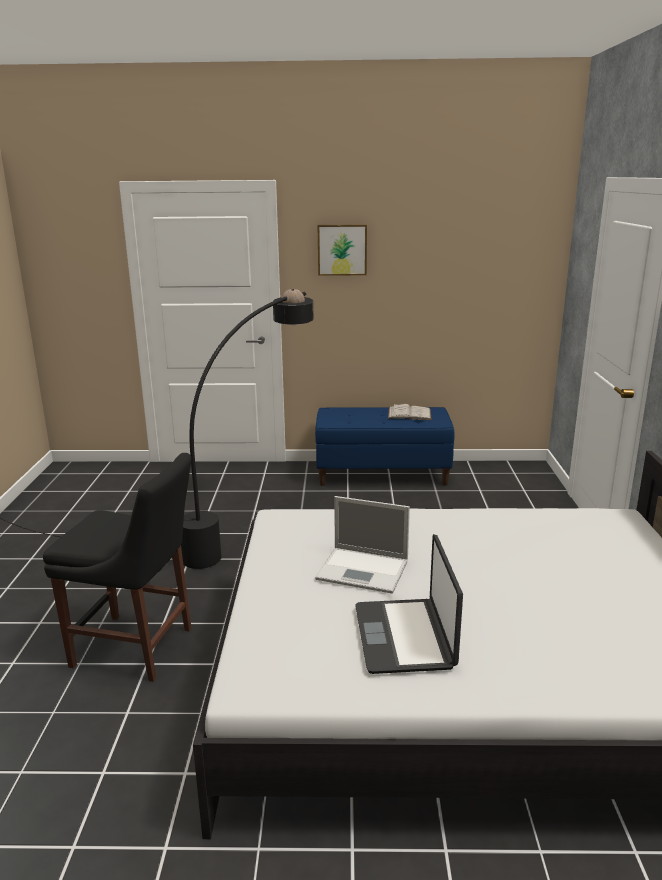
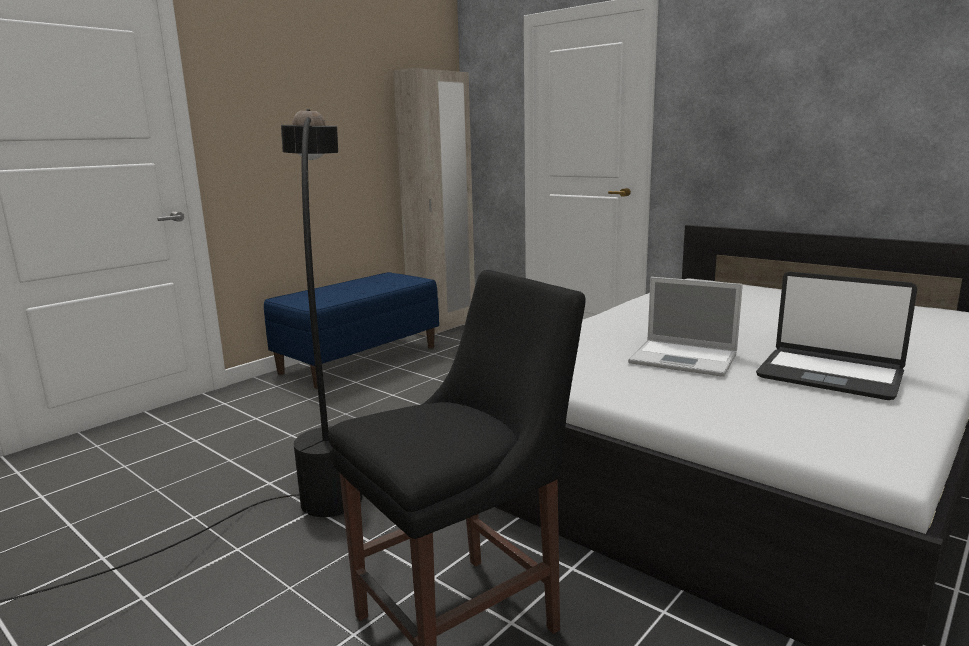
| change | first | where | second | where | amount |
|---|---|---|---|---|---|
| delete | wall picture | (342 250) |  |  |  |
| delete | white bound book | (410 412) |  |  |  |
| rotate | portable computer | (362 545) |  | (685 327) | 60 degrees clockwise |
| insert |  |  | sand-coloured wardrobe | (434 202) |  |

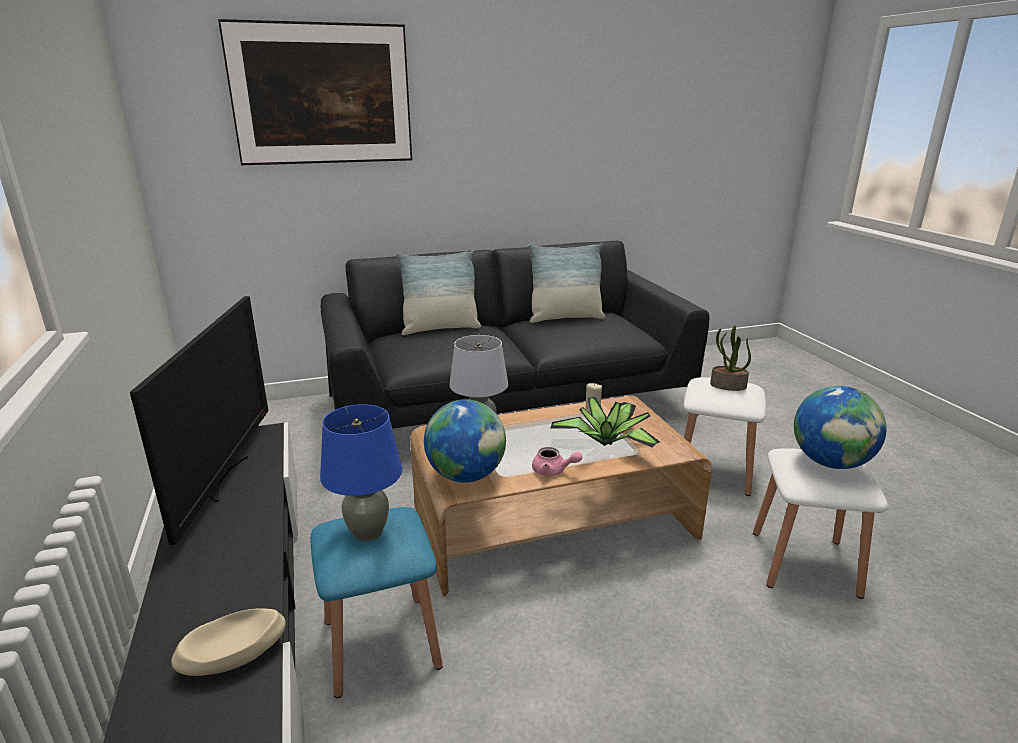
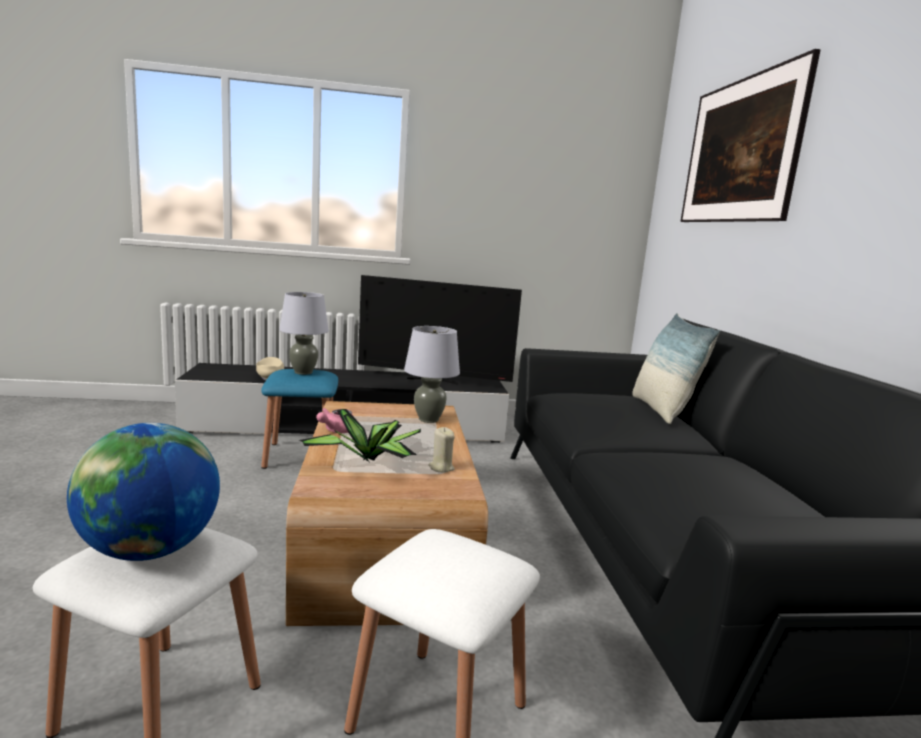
| change | first | where | second | where | amount |
|---|---|---|---|---|---|
| delete | pillow | (566 283) |  |  |  |
| delete | potted plant | (730 358) |  |  |  |
| delete | world globe | (465 441) |  |  |  |
| recolor | blue lamp for a table | (361 473) | grey lamp for a table | (304 333) |  |

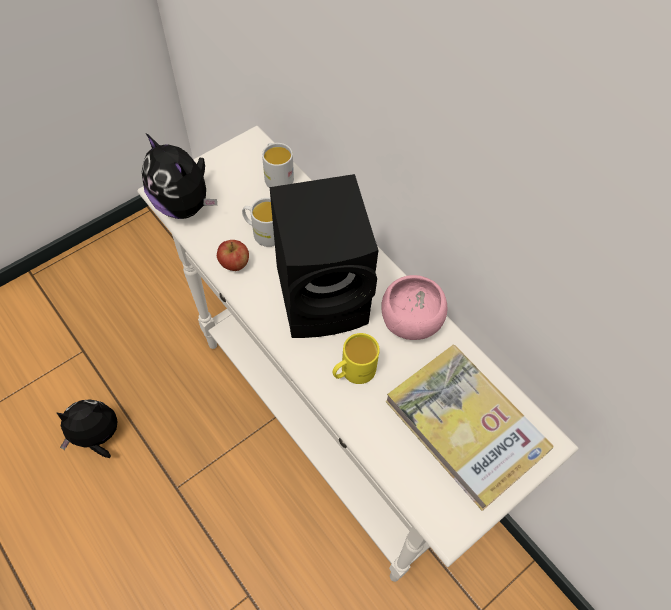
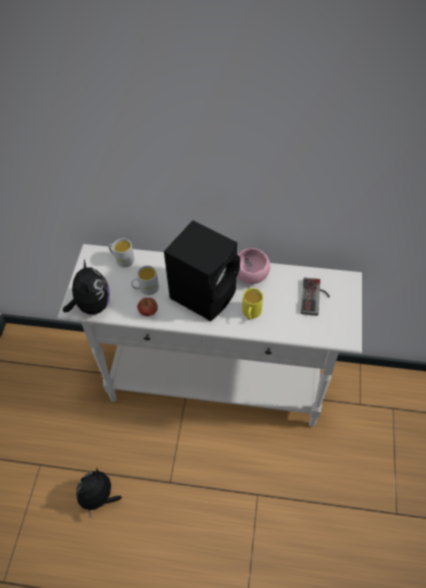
| change | first | where | second | where | amount |
|---|---|---|---|---|---|
| rotate | soft toy | (179 176) |  | (86 286) | 105 degrees counterclockwise |
| replace | bound book | (469 428) | gamepad | (315 297) |  |

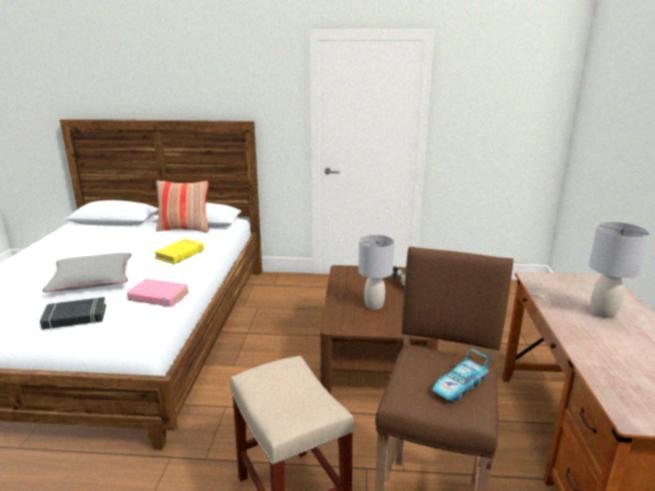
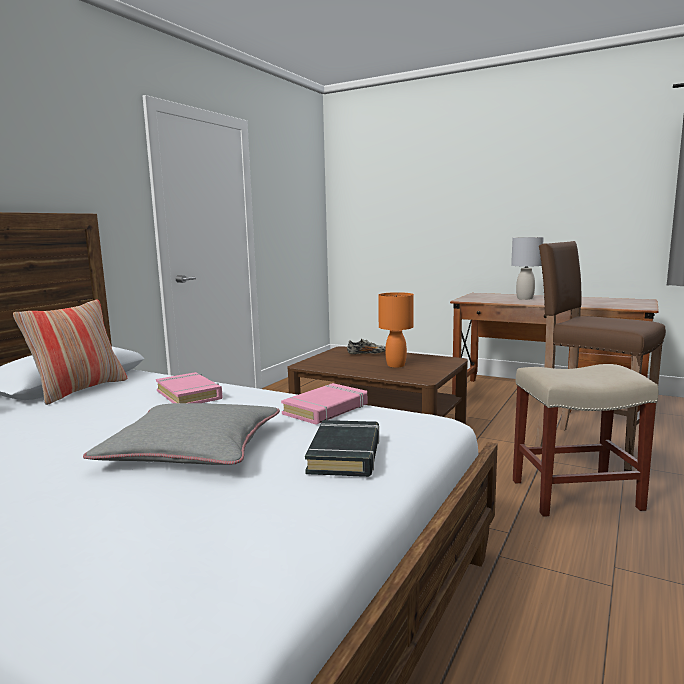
| change | first | where | second | where | amount |
|---|---|---|---|---|---|
| recolor | grey lamp for a table | (376 272) | orange lamp for a table | (396 330) |  |
| recolor | yellow-coloured bound book | (179 251) | pinkish bound book | (189 387) |  |
| delete | miniature car | (460 375) |  |  |  |

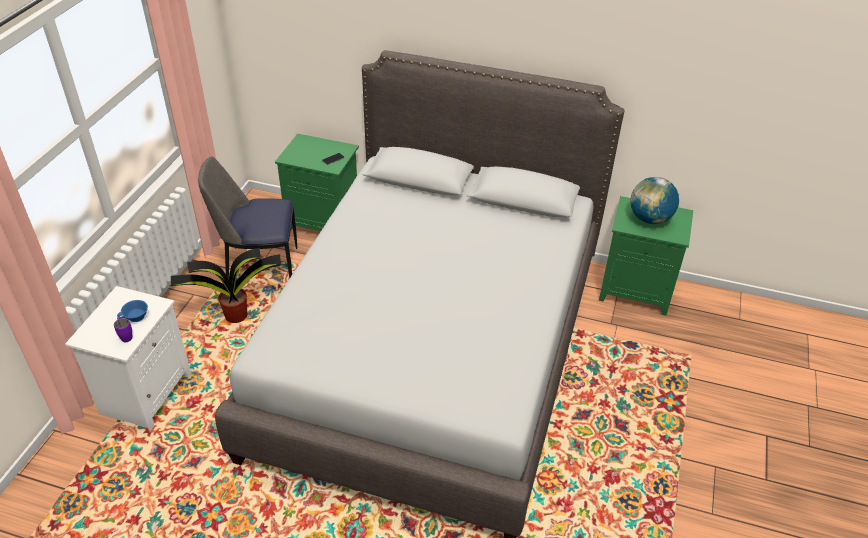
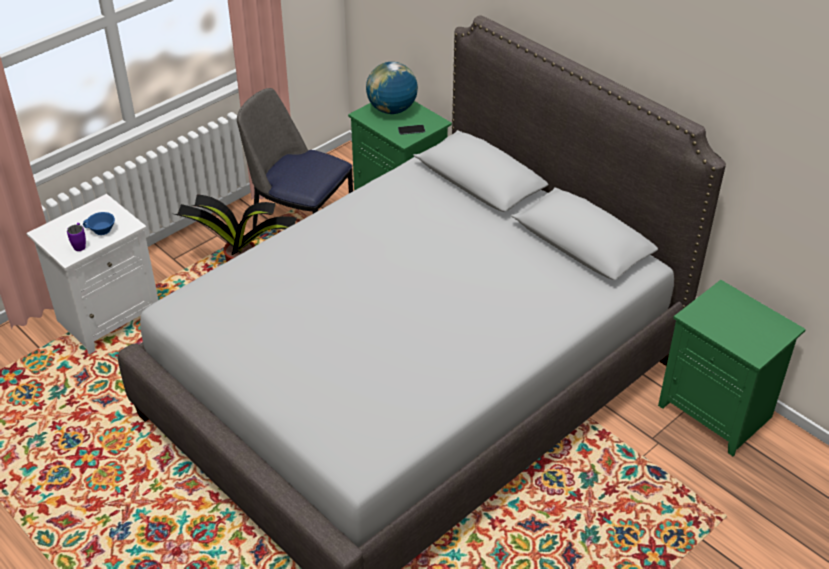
| change | first | where | second | where | amount |
|---|---|---|---|---|---|
| move | world globe | (654 200) |  | (392 88) |  |

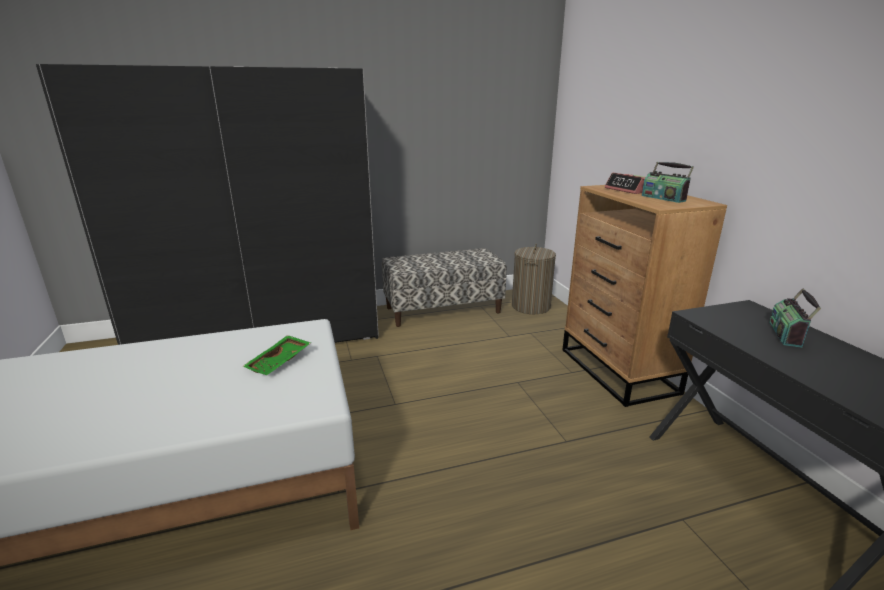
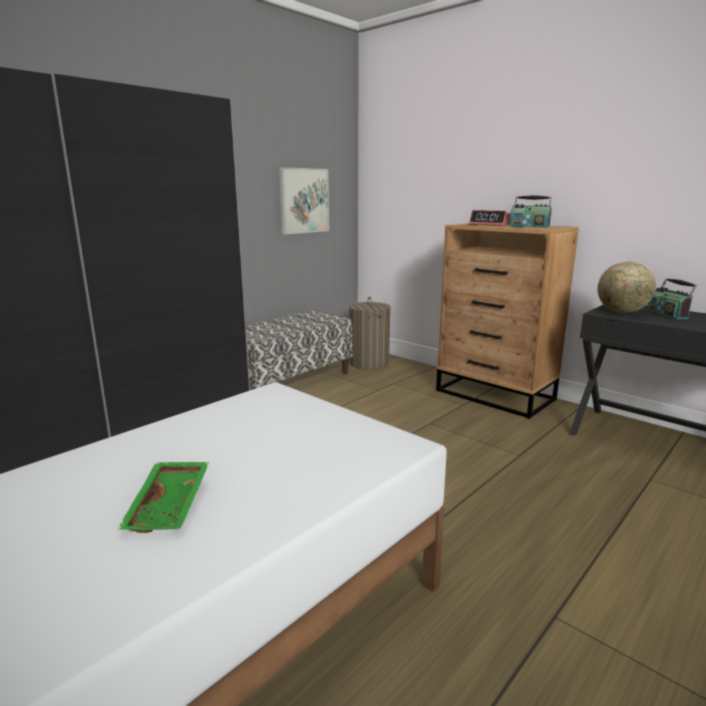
| change | first | where | second | where | amount |
|---|---|---|---|---|---|
| move | greenish tray | (276 355) |  | (163 497) |  |
| insert |  |  | wall picture | (304 201) |  |
| insert |  |  | world globe | (627 287) |  |

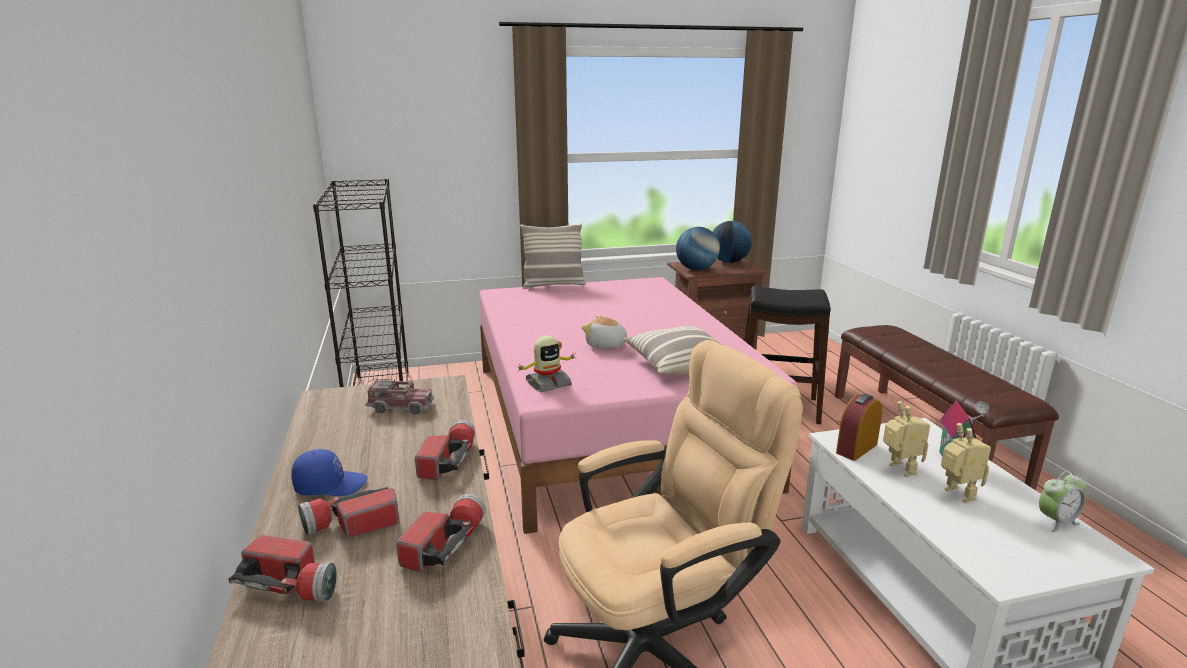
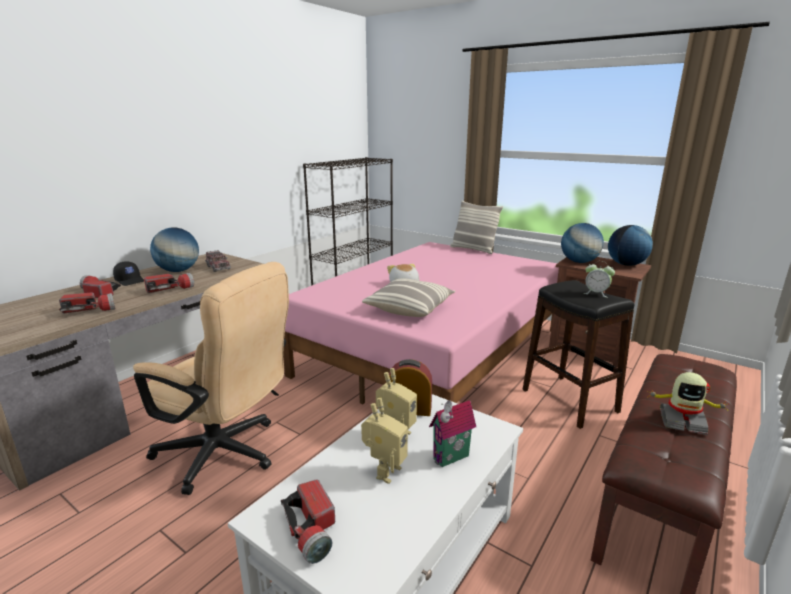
| change | first | where | second | where | amount |
|---|---|---|---|---|---|
| move | model robot | (546 364) |  | (688 403) |  |
| recolor | blue baseball cap | (329 472) | blackish baseball cap | (128 273) |  |
| move | bedside clock | (1062 501) |  | (599 279) |  |
| move | hand torch | (282 568) |  | (308 521) |  |
| insert |  |  | world globe | (174 250) |  |

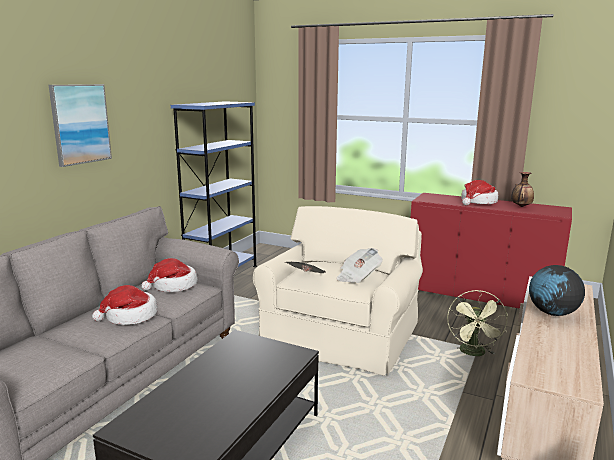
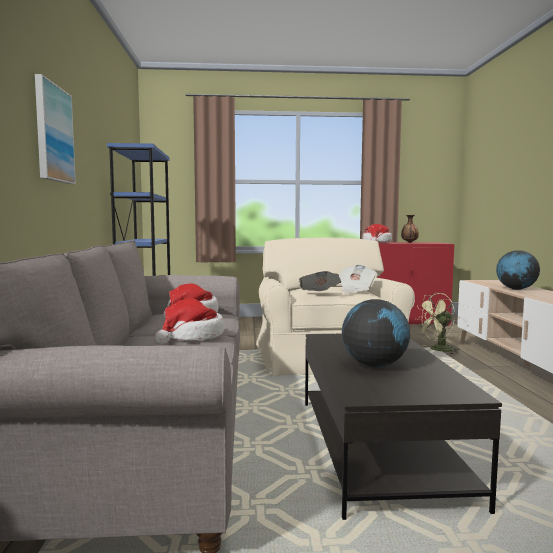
| change | first | where | second | where | amount |
|---|---|---|---|---|---|
| rotate | greenish electric fan | (477 323) |  | (437 323) | 90 degrees clockwise |
| insert |  |  | world globe | (376 333) |  |

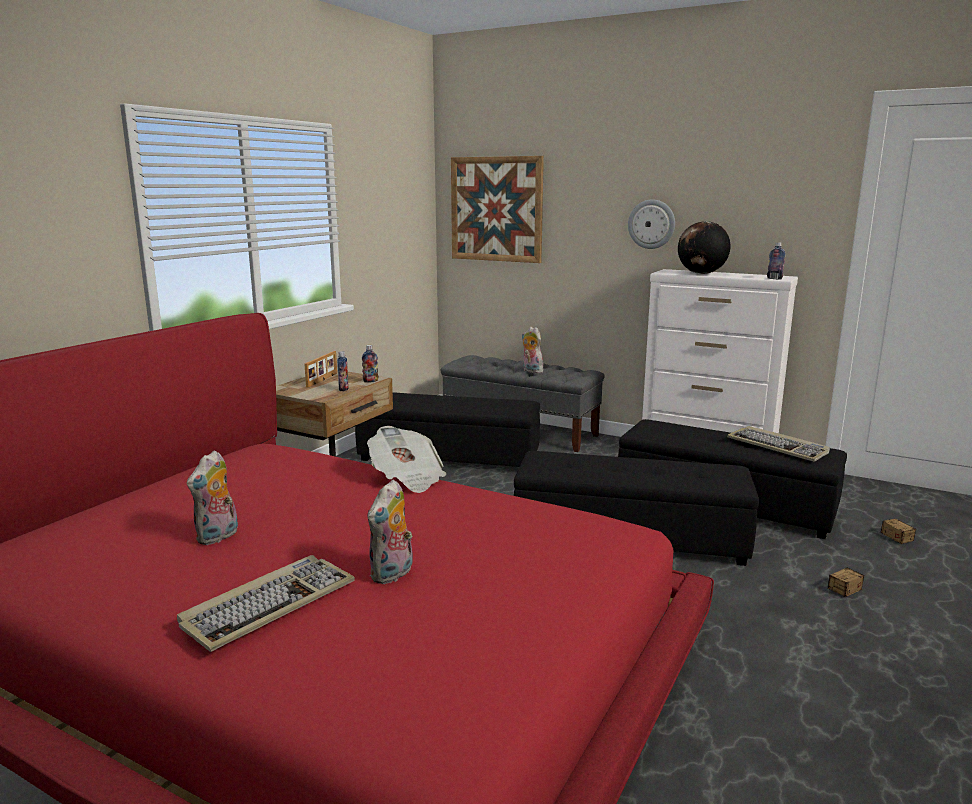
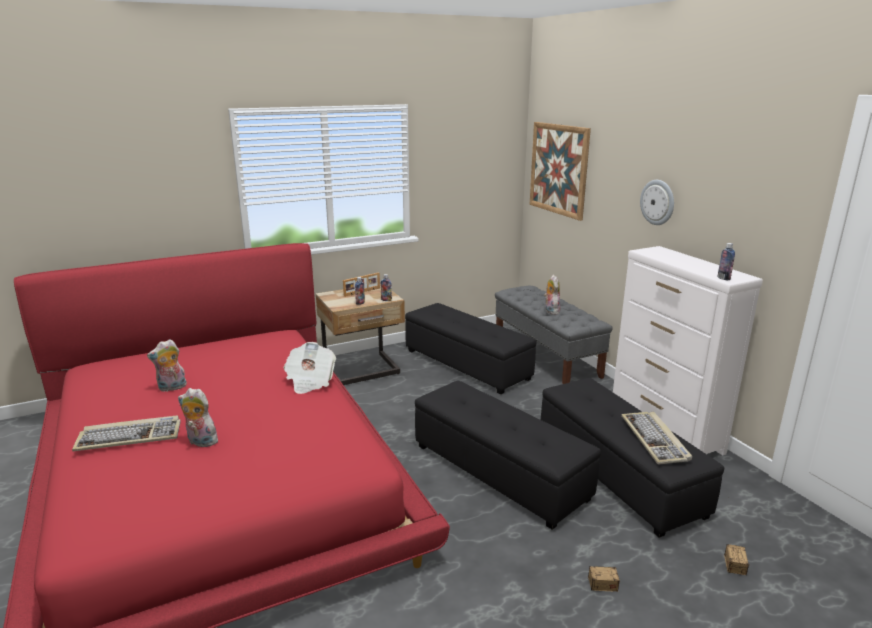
| change | first | where | second | where | amount |
|---|---|---|---|---|---|
| delete | world globe | (704 247) |  |  |  |
| rotate | soft toy | (390 532) |  | (198 417) | 45 degrees clockwise |

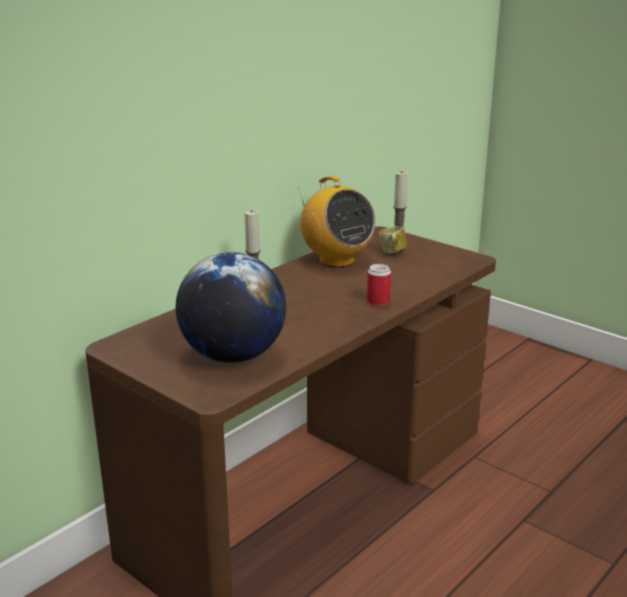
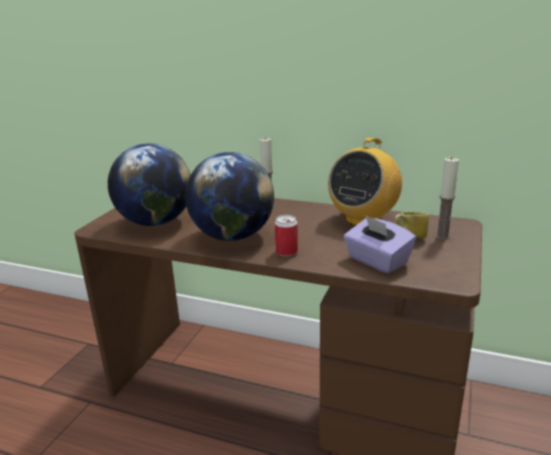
| change | first | where | second | where | amount |
|---|---|---|---|---|---|
| insert |  |  | world globe | (229 196) |  |
| insert |  |  | purple-coloured tissue holder | (380 244) |  |

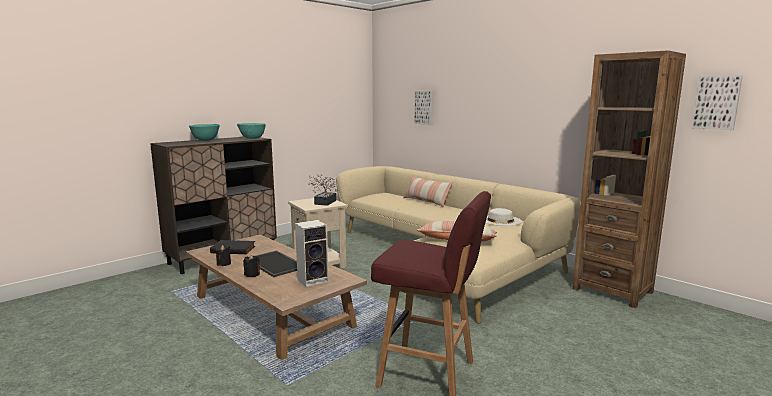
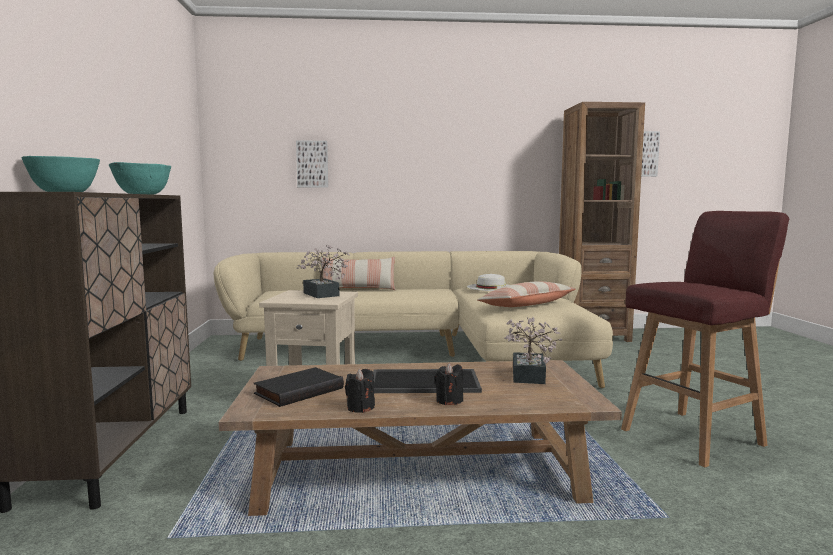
| change | first | where | second | where | amount |
|---|---|---|---|---|---|
| replace | loudspeaker | (312 253) | potted plant | (533 350) |  |

